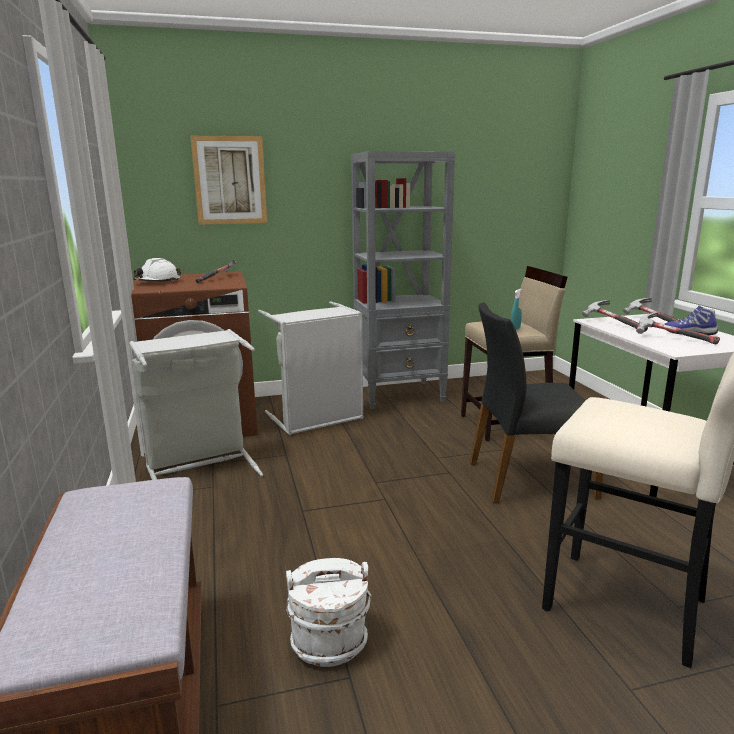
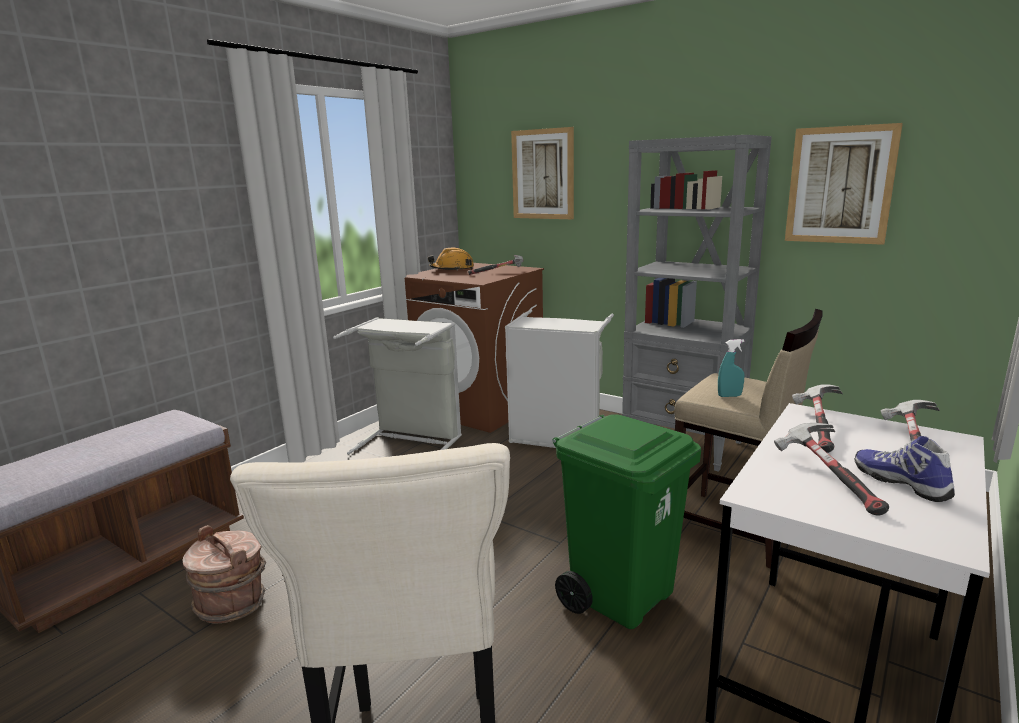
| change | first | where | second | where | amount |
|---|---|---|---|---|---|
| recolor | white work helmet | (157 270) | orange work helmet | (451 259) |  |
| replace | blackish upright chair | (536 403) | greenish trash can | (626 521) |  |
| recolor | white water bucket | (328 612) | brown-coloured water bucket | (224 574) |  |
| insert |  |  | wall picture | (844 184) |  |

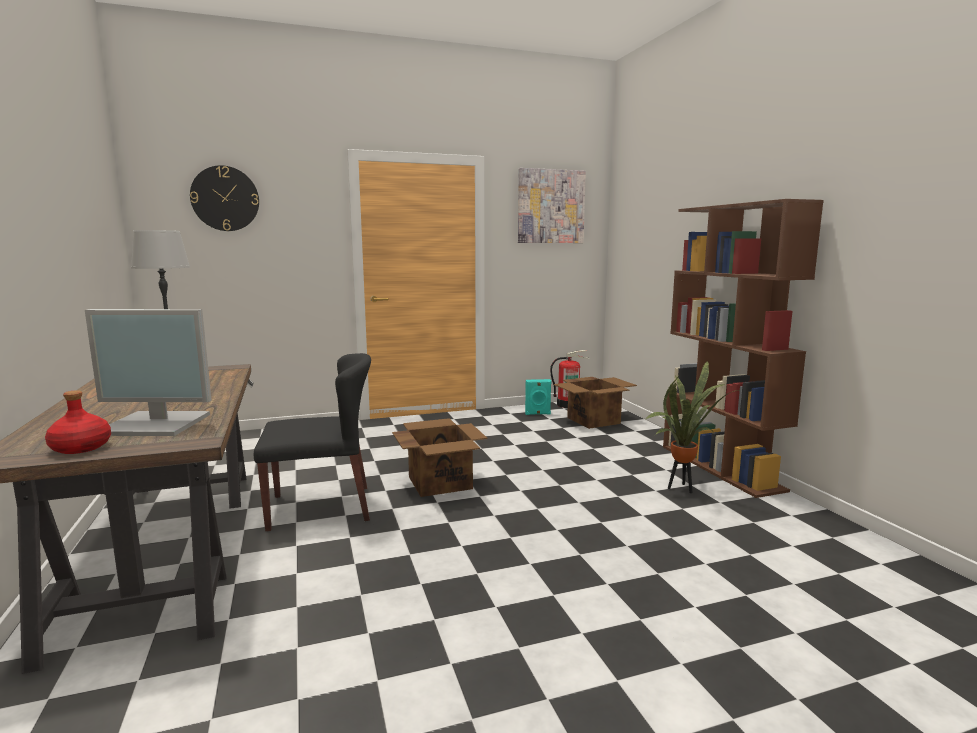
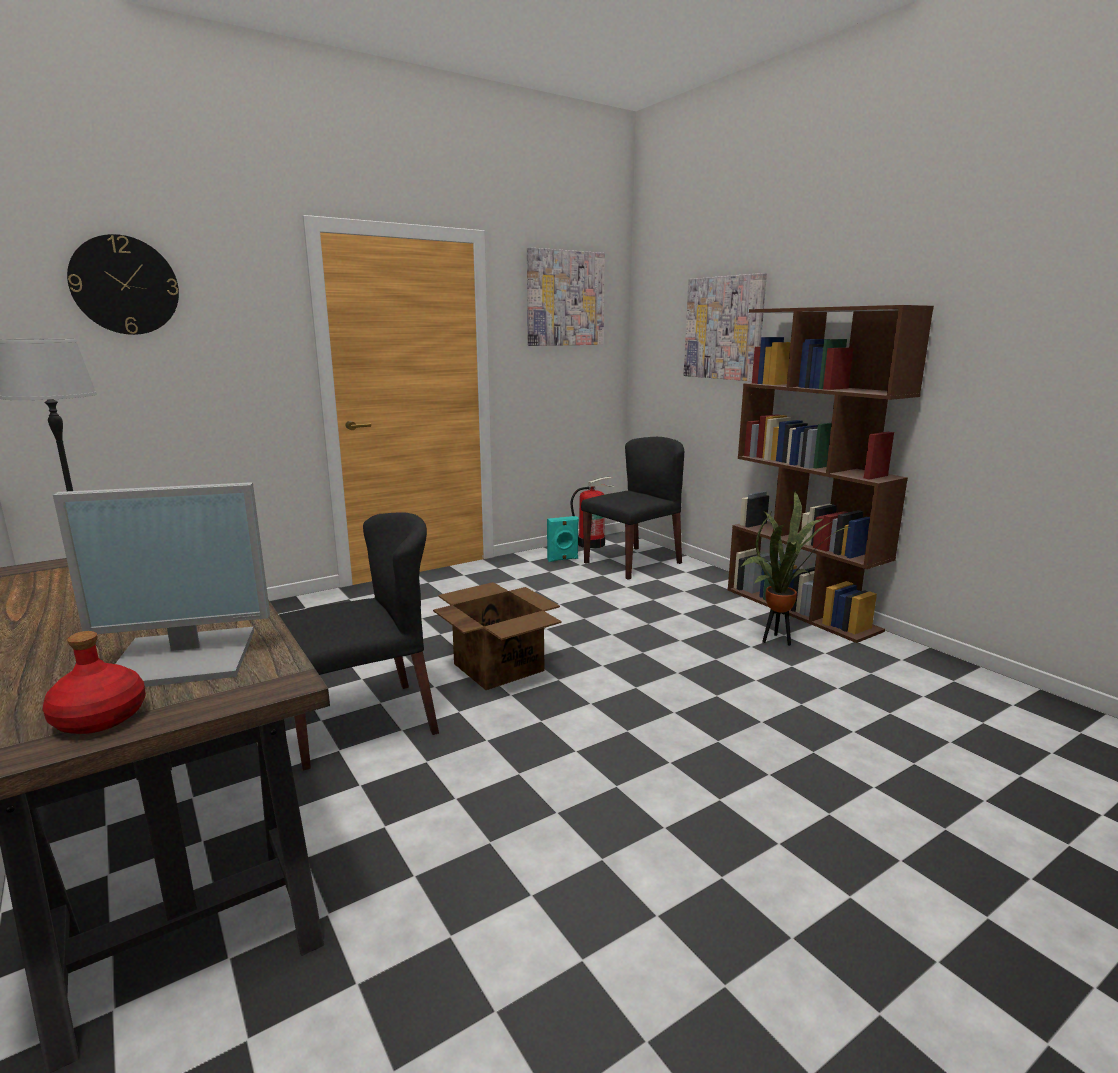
| change | first | where | second | where | amount |
|---|---|---|---|---|---|
| replace | carton | (595 403) | blackish upright chair | (632 508) |  |
| insert |  |  | wall picture | (725 327) |  |

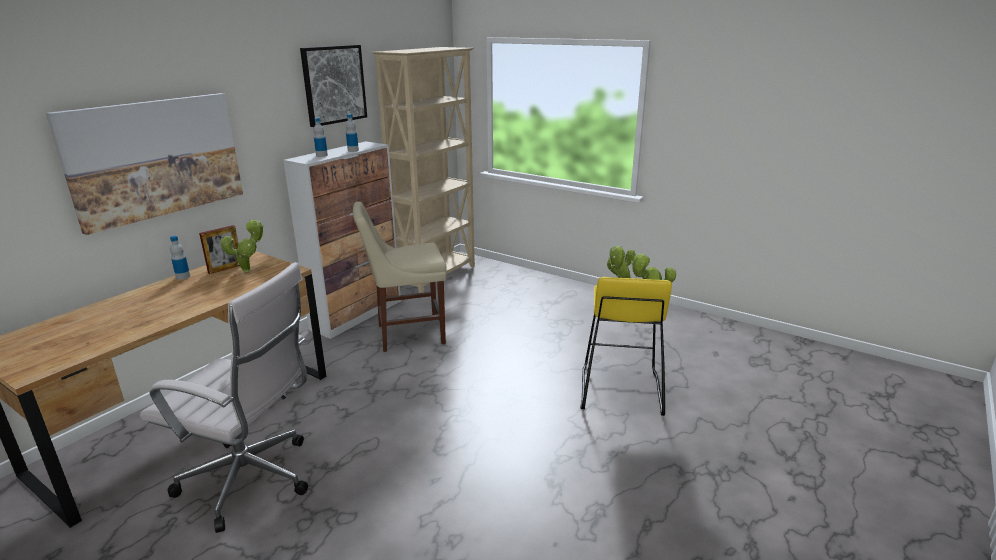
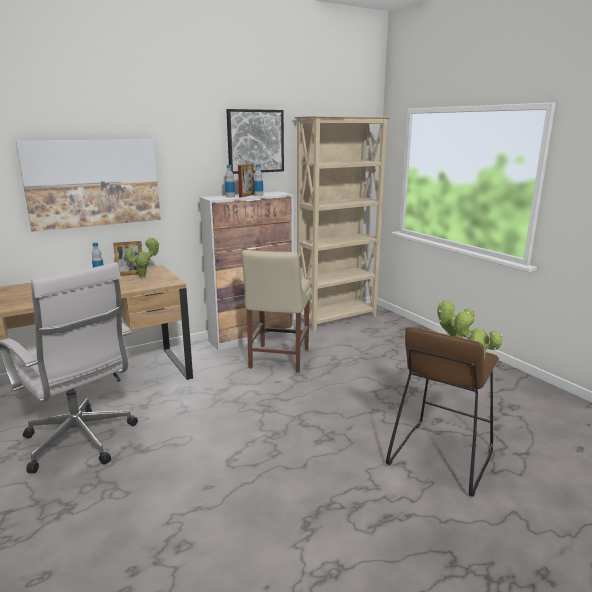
| change | first | where | second | where | amount |
|---|---|---|---|---|---|
| rotate | sand-coloured upright chair | (400 276) |  | (277 311) | 90 degrees counterclockwise |
| recolor | yellow-coloured sitting stool | (626 346) | brown-coloured sitting stool | (442 412) |  |
| insert |  |  | standing frame | (246 180) |  |

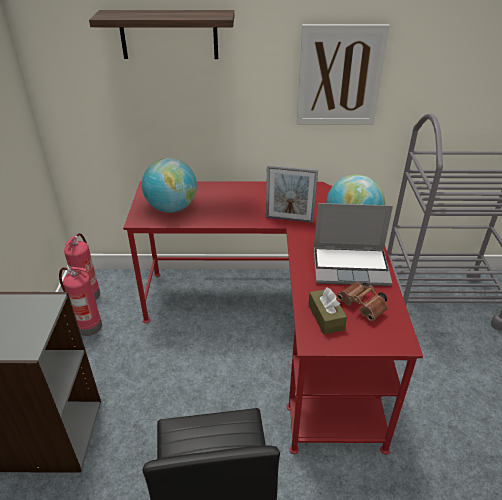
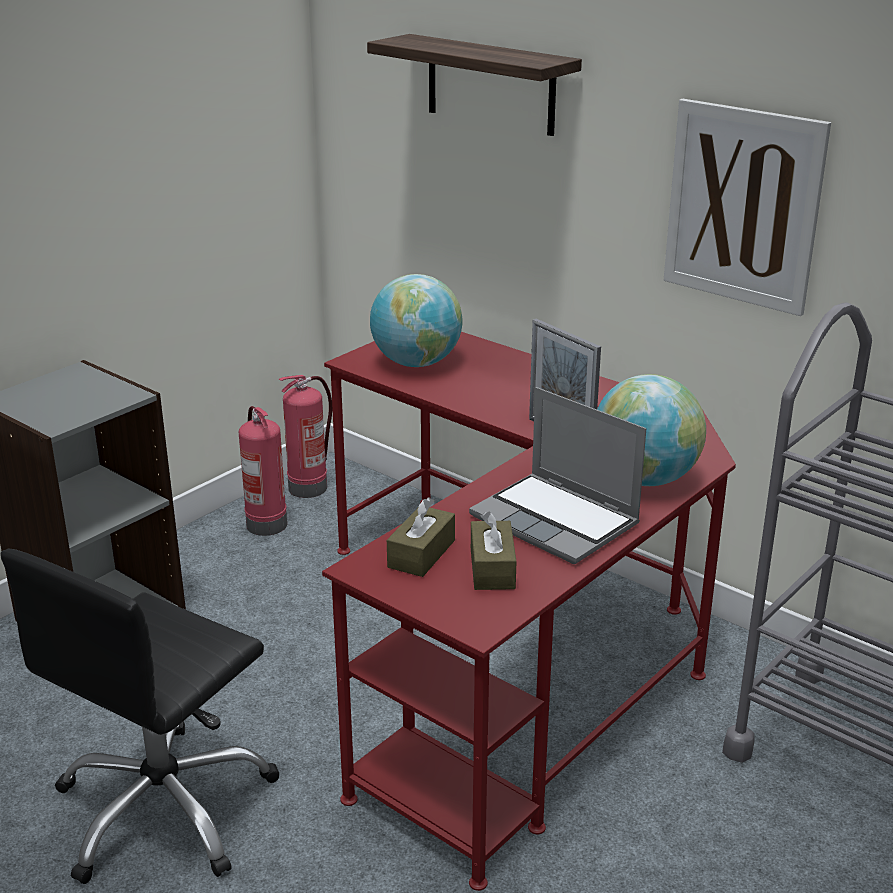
| change | first | where | second | where | amount |
|---|---|---|---|---|---|
| replace | brown-coloured field glasses | (362 301) | brown-coloured tissue holder | (494 550) |  |

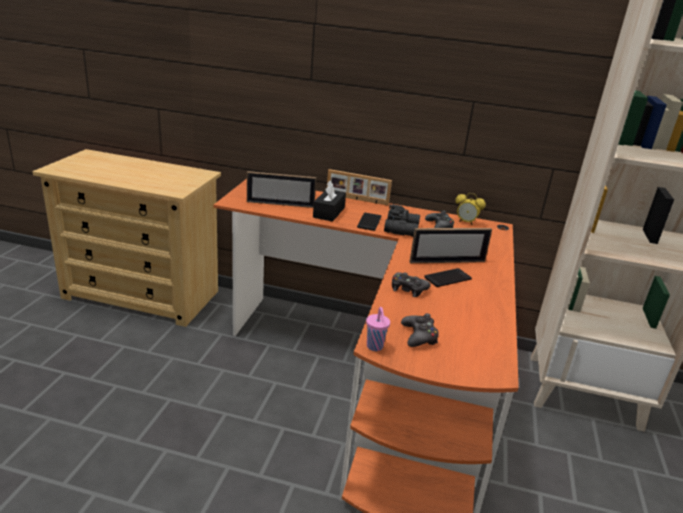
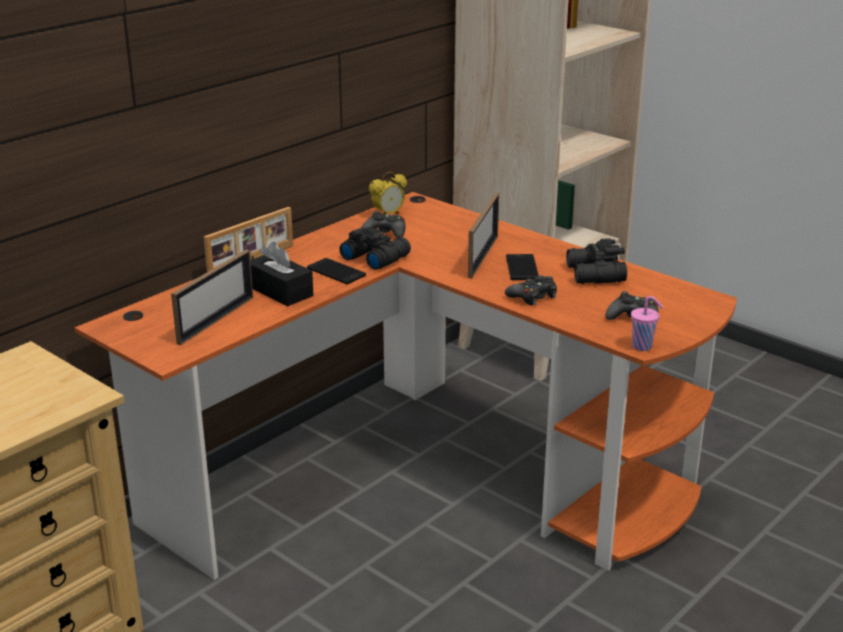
| change | first | where | second | where | amount |
|---|---|---|---|---|---|
| insert |  |  | blackish field glasses | (596 261) |  |

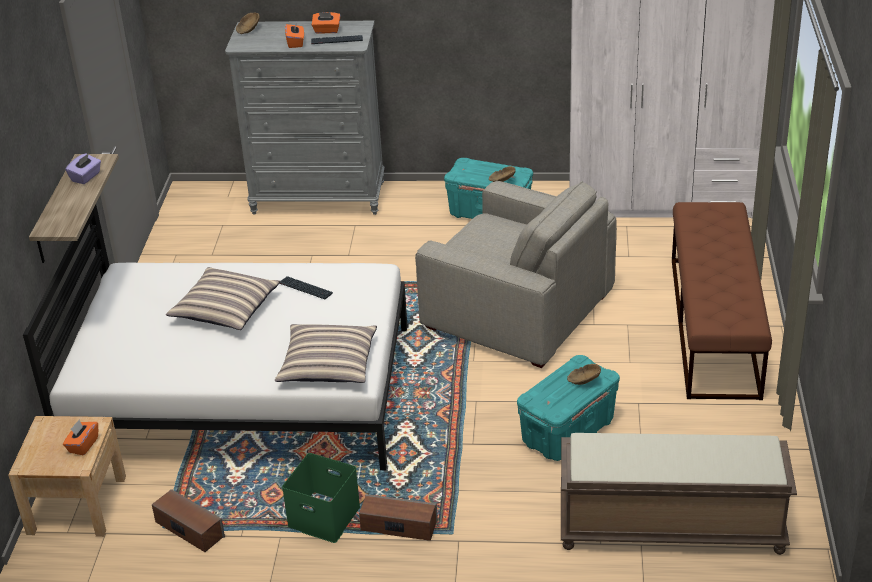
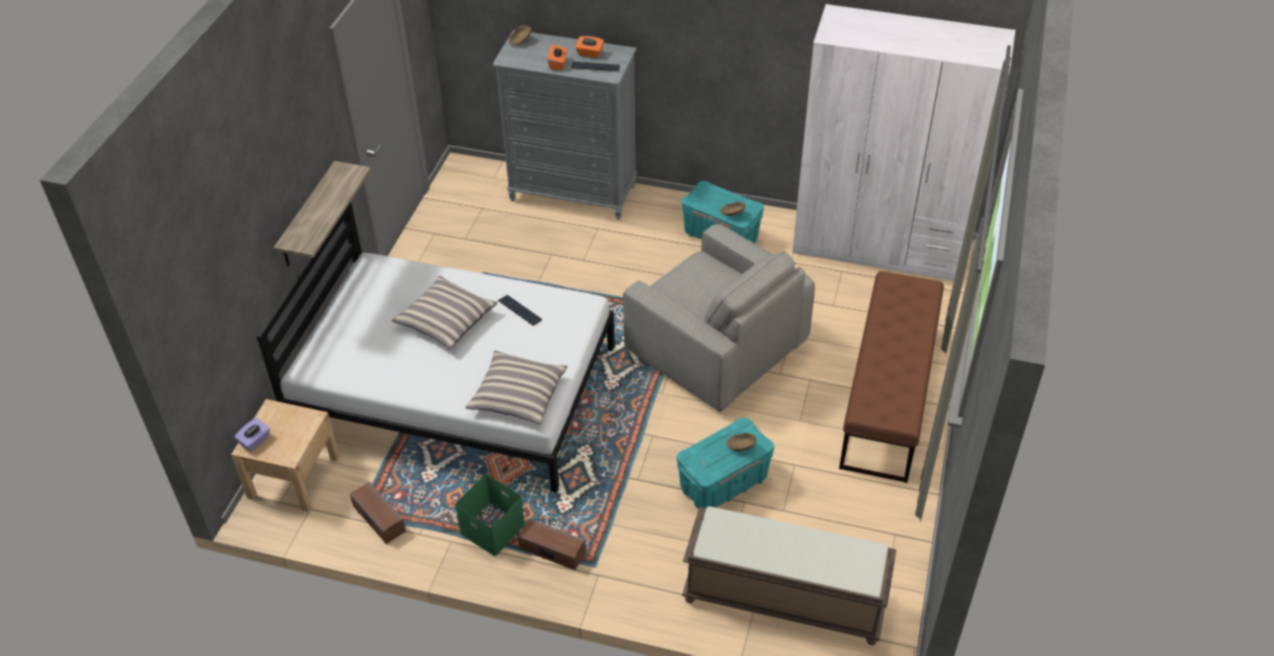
| change | first | where | second | where | amount |
|---|---|---|---|---|---|
| move | purple-coloured tissue holder | (83 168) |  | (252 434) |  |
| delete | orange tissue holder | (80 438) |  |  |  |

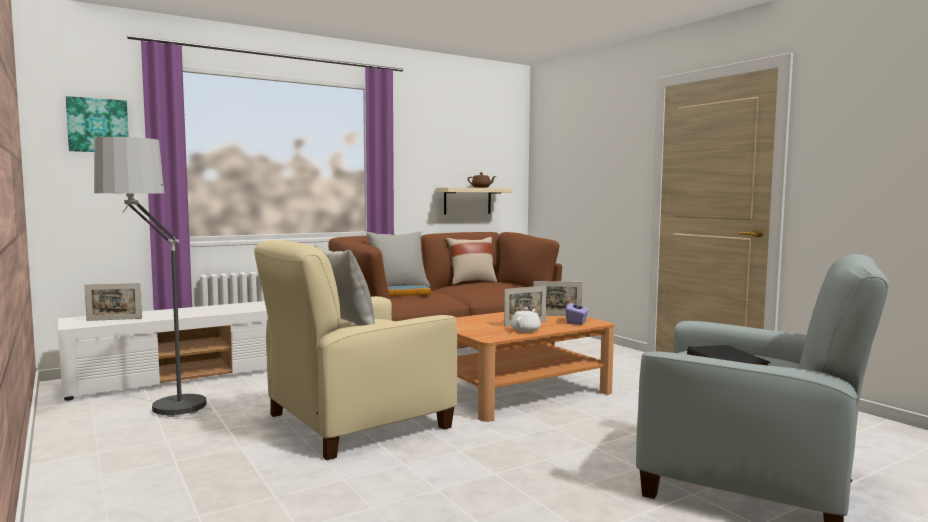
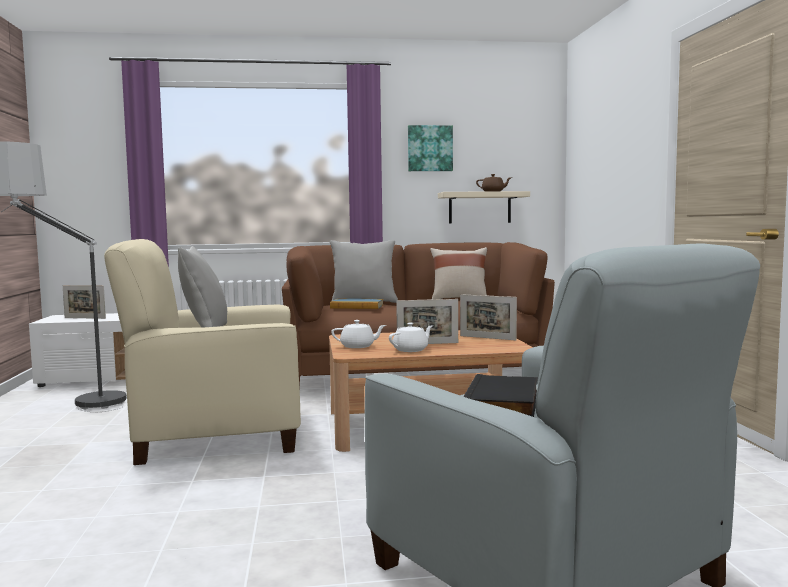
| change | first | where | second | where | amount |
|---|---|---|---|---|---|
| move | wall picture | (97 124) |  | (430 148) |  |
| delete | purple-coloured tissue holder | (577 312) |  |  |  |
| insert |  |  | white tea pot | (358 334) |  |

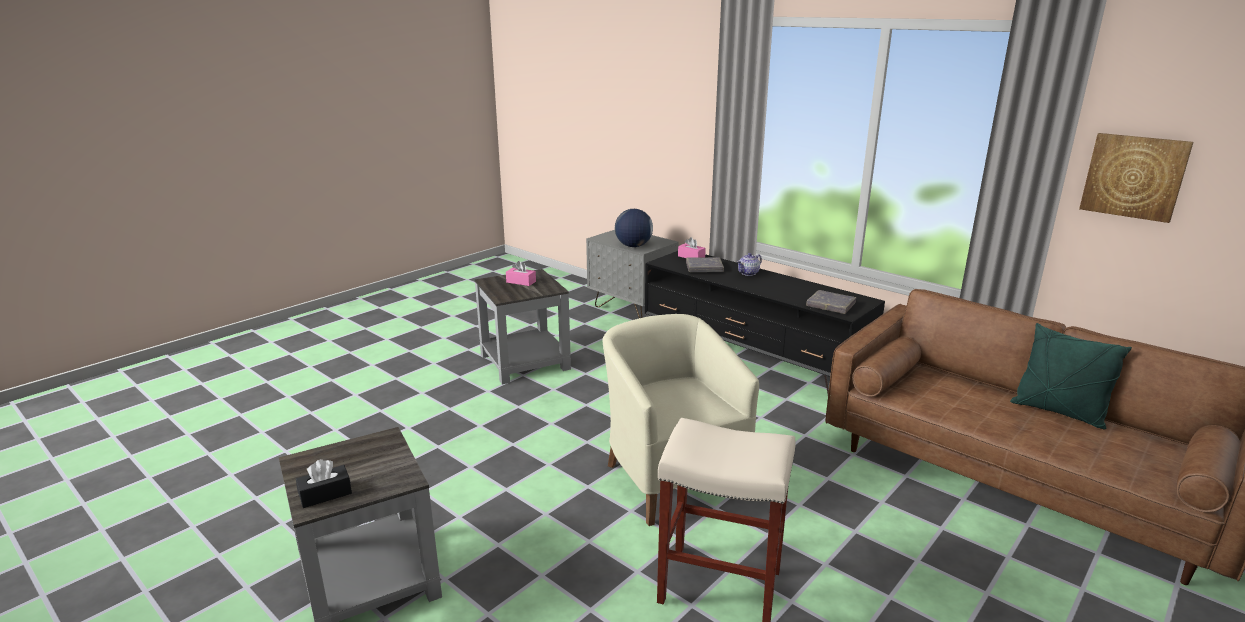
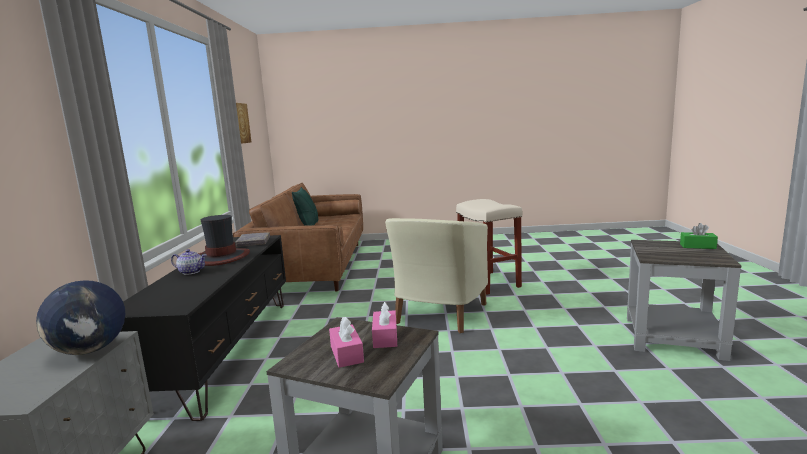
| change | first | where | second | where | amount |
|---|---|---|---|---|---|
| move | pinkish tissue holder | (692 247) |  | (384 325) |  |
| delete | grey bound book | (705 264) |  |  |  |
| recolor | blackish tissue holder | (324 483) | greenish tissue holder | (699 236) |  |
| insert |  |  | wearable hat | (224 240) |  |

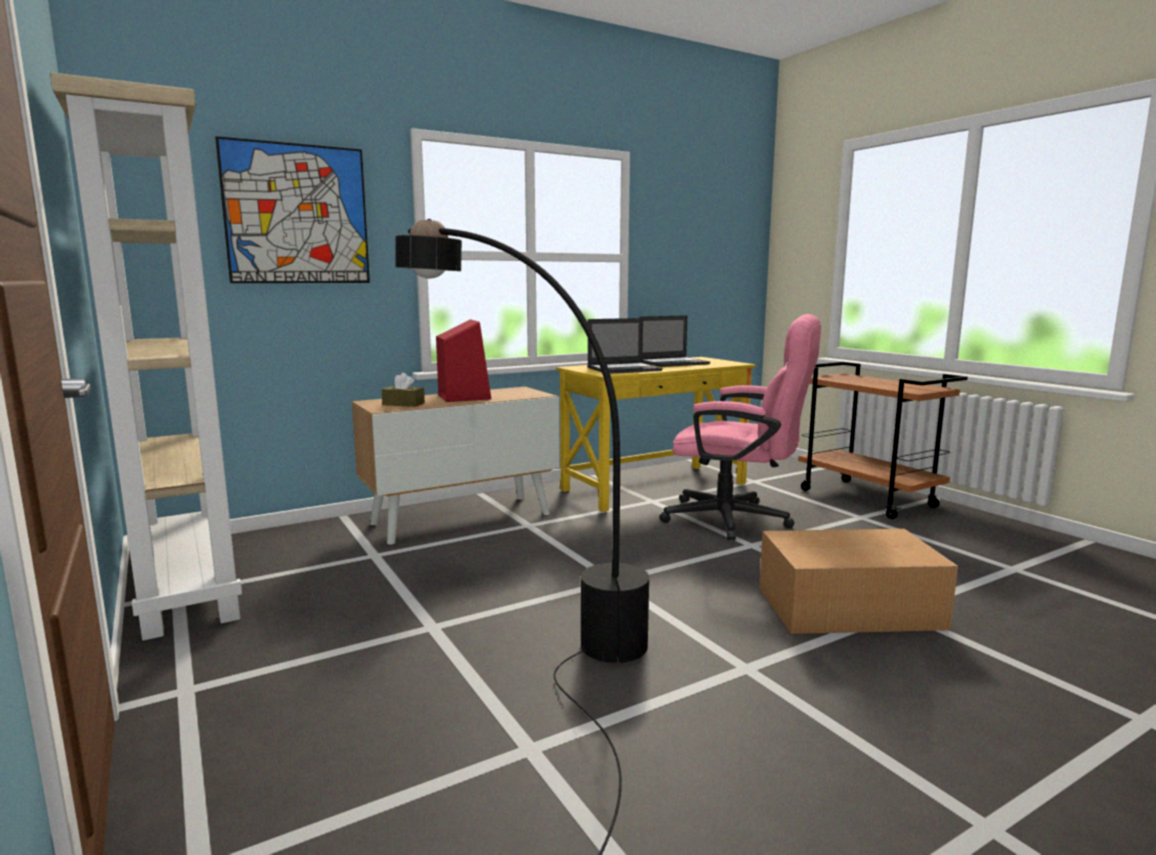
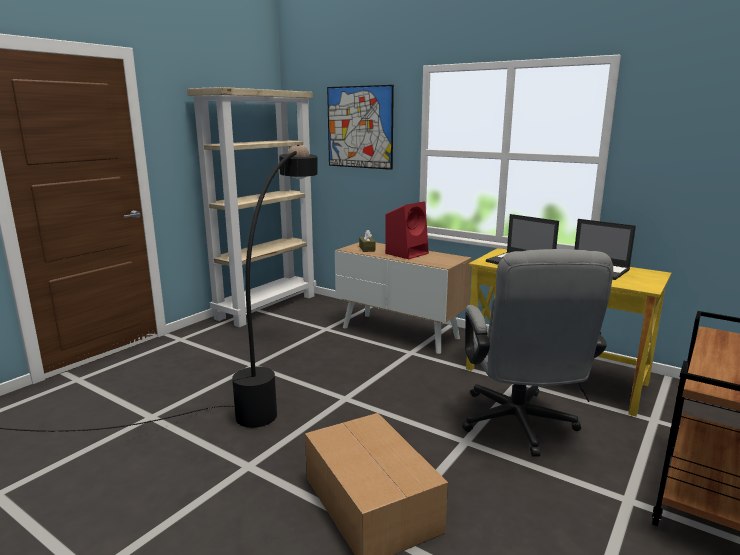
| change | first | where | second | where | amount |
|---|---|---|---|---|---|
| recolor | pinkish desk chair | (740 427) | grey desk chair | (537 352) |  |

